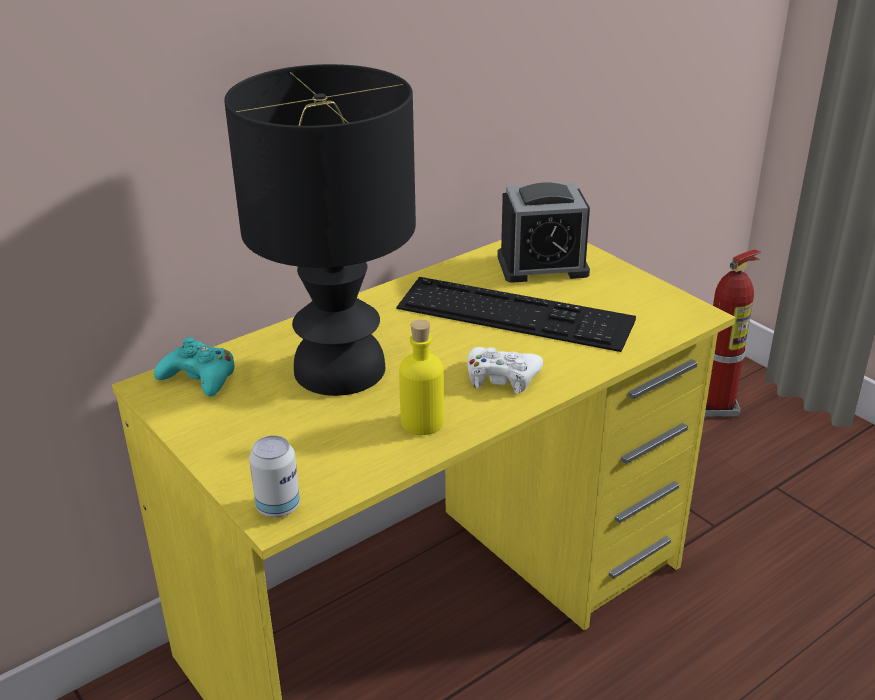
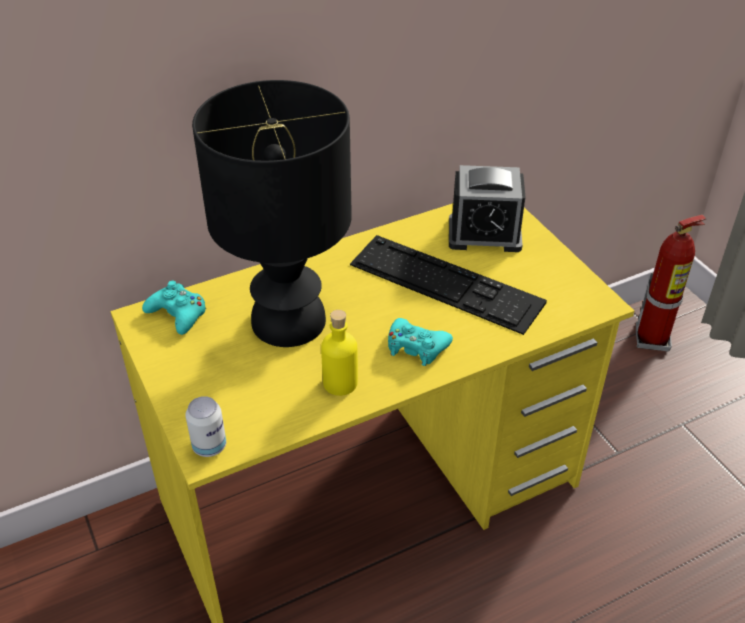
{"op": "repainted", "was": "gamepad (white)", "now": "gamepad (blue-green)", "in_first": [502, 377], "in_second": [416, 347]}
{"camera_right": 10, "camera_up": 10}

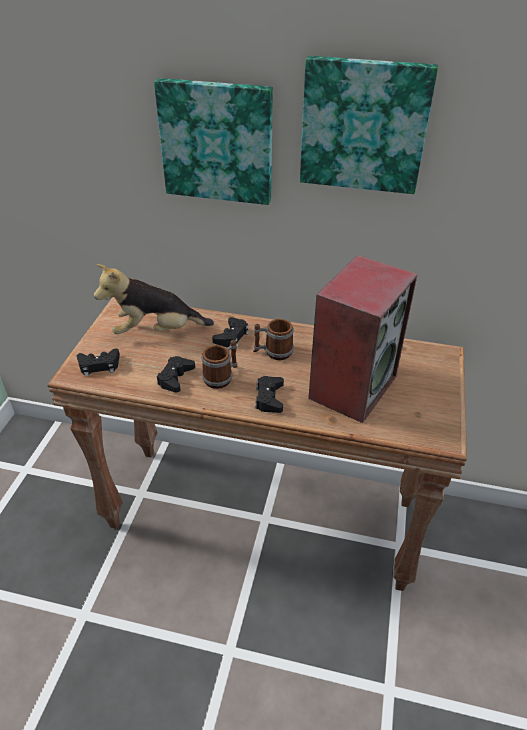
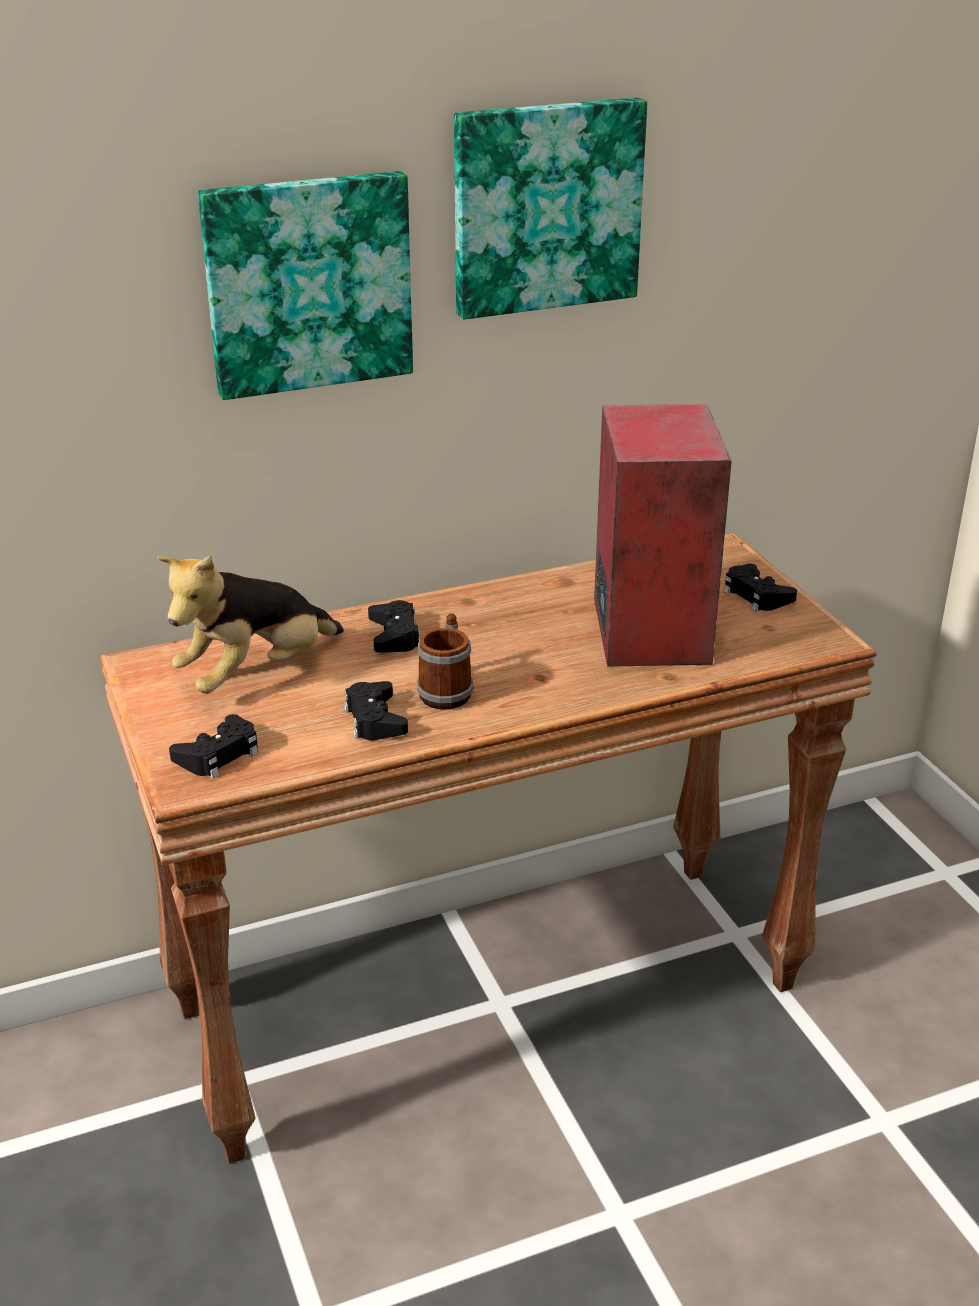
{"op": "gone", "was": "tea mug", "in_first": [273, 352]}
{"op": "shifted", "was": "gamepad (black)", "in_first": [269, 398], "in_second": [756, 595]}
{"camera_right": -35, "camera_up": -10}

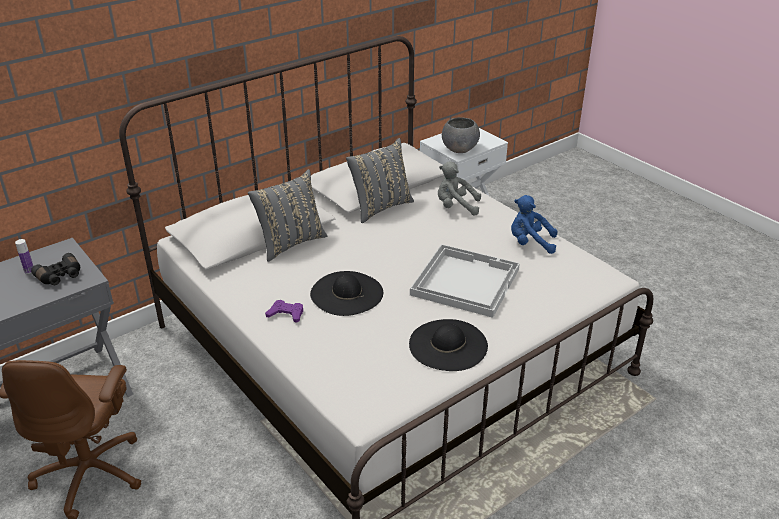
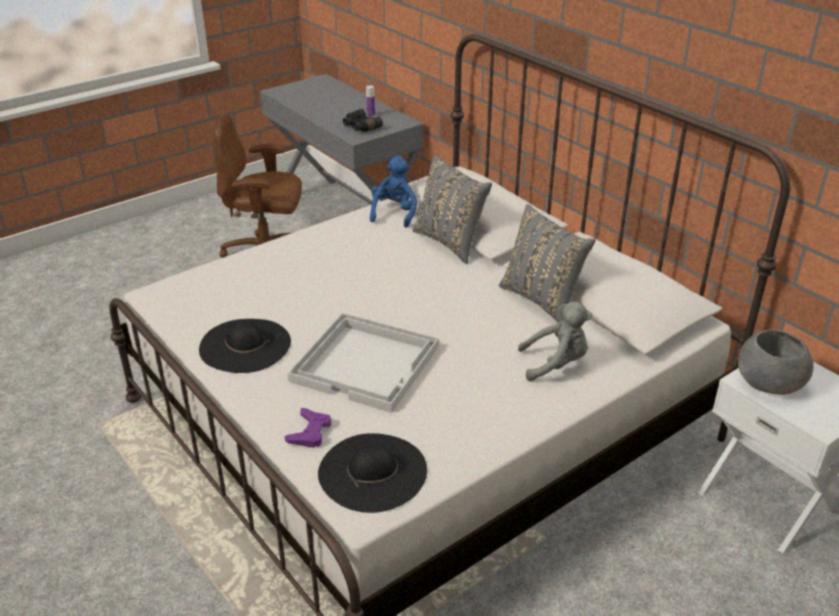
{"op": "shifted", "was": "gamepad (purple)", "in_first": [286, 314], "in_second": [310, 432]}
{"op": "shifted", "was": "hat (black)", "in_first": [346, 293], "in_second": [372, 471]}
{"op": "shifted", "was": "cuddly toy (blue)", "in_first": [530, 243], "in_second": [394, 213]}
{"op": "rotated", "was": "cuddly toy (grey)", "in_first": [455, 207], "in_second": [556, 364], "clockwise": 75}
{"camera_right": 90, "camera_up": 0}

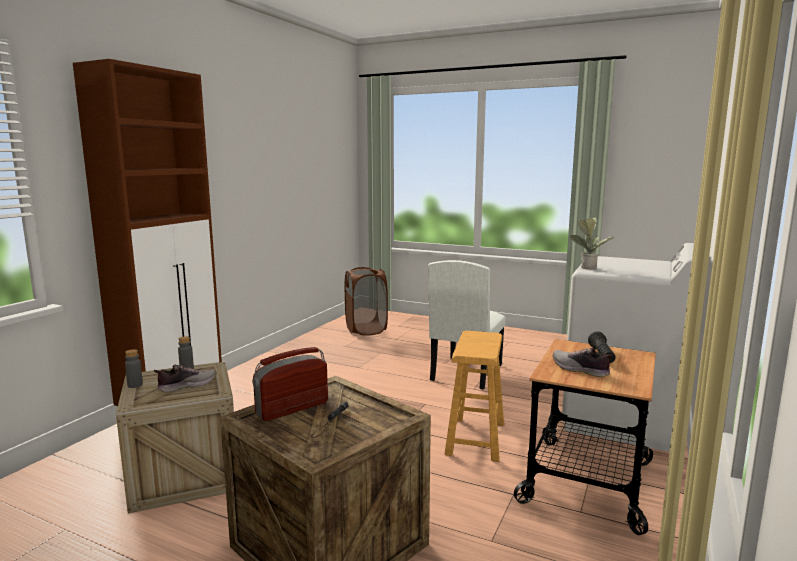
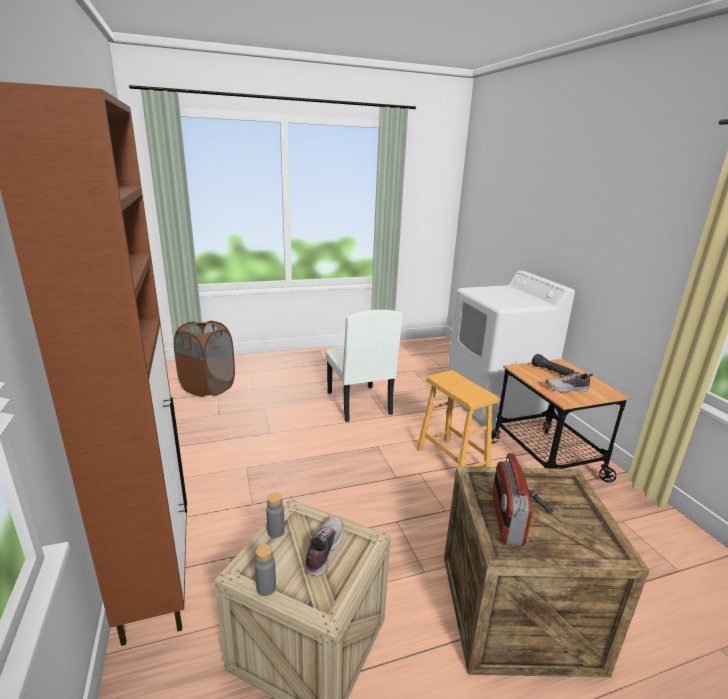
{"op": "gone", "was": "plant in a pot", "in_first": [588, 267]}
{"camera_right": -45, "camera_up": 10}

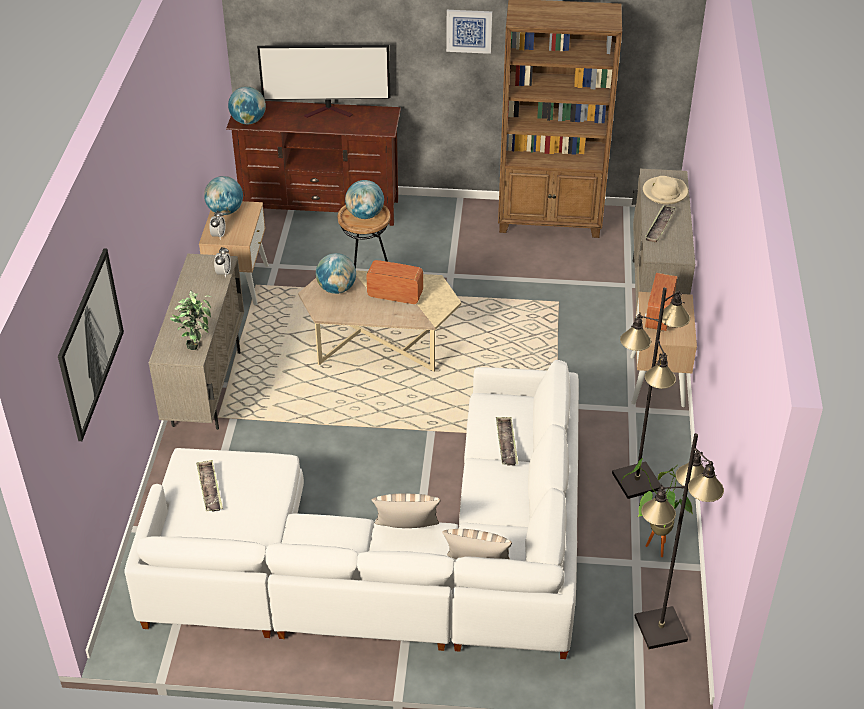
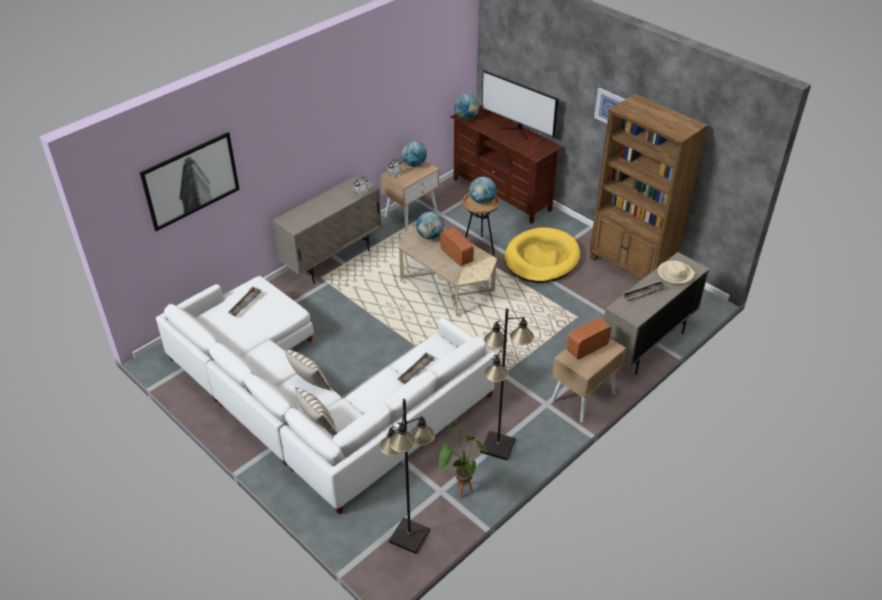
{"op": "gone", "was": "plant in a pot", "in_first": [196, 343]}
{"op": "new", "now": "pet bed (yellow-coloured)", "in_second": [541, 259]}
{"camera_right": 40, "camera_up": 0}

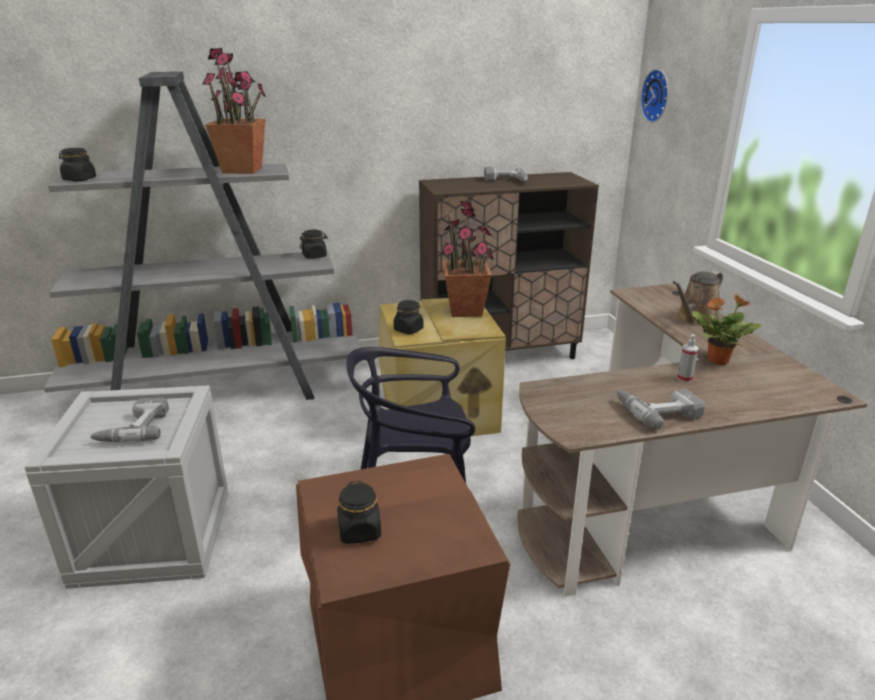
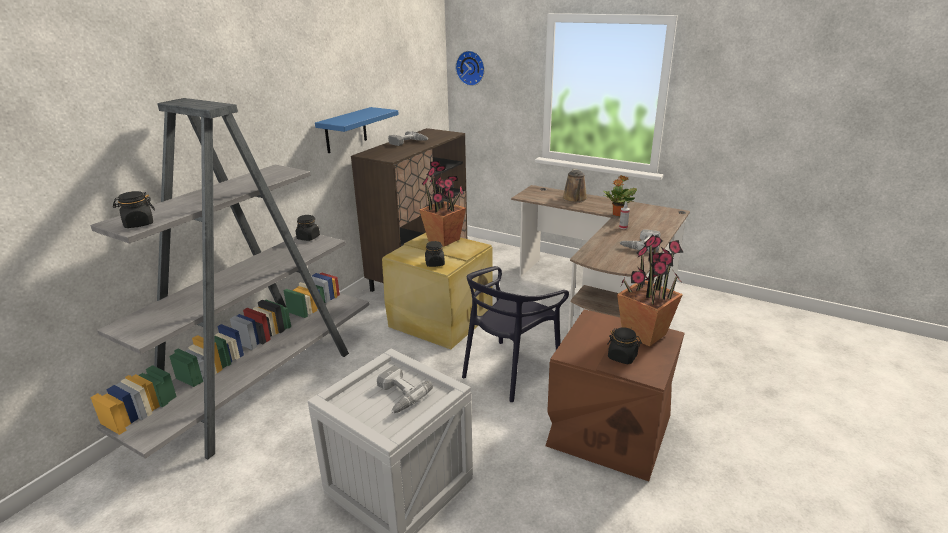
{"op": "new", "now": "bracket shelf (blue)", "in_second": [345, 130]}
{"op": "shifted", "was": "plant in a pot", "in_first": [243, 170], "in_second": [644, 334]}
{"camera_right": -45, "camera_up": 0}

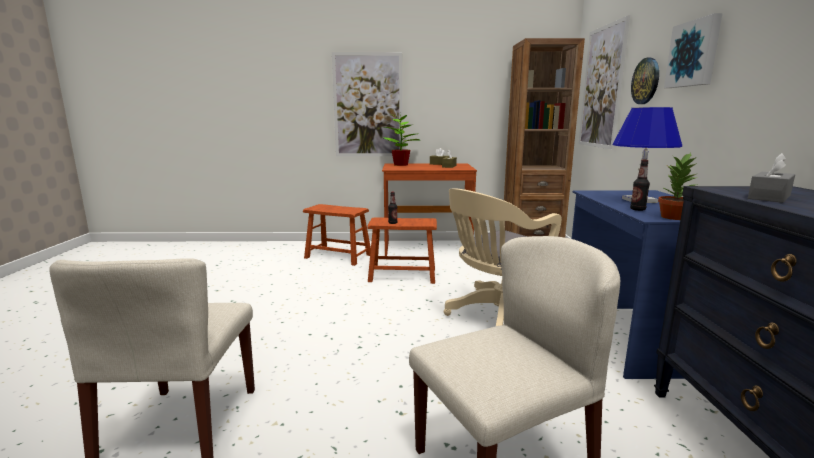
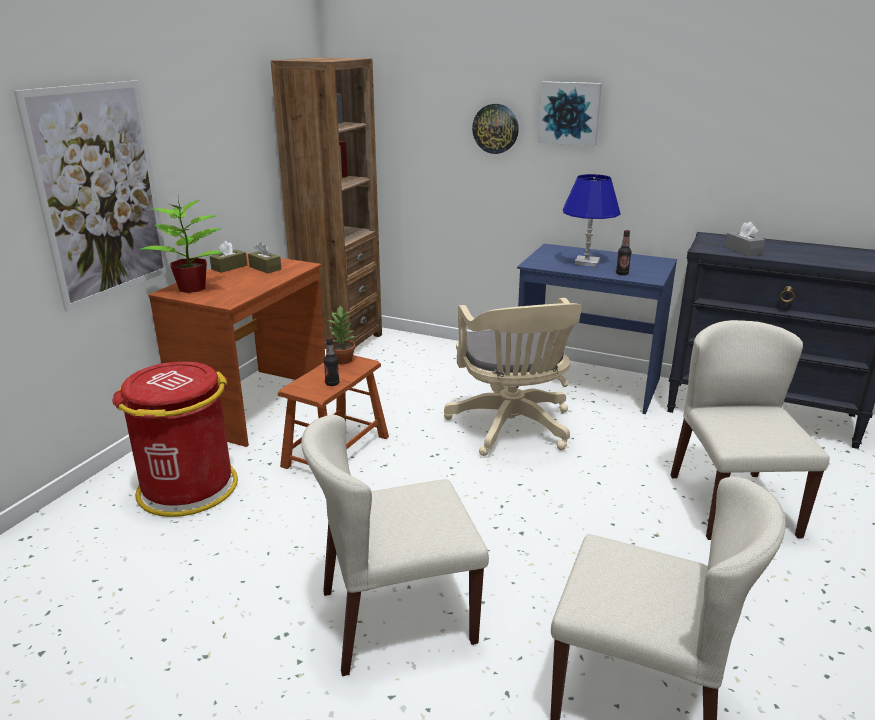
{"op": "gone", "was": "wall art", "in_first": [601, 87]}
{"op": "new", "now": "plain chair (beige)", "in_second": [396, 617]}
{"op": "shifted", "was": "plant in a pot", "in_first": [674, 217], "in_second": [343, 360]}
{"op": "swapped", "was": "stool seat (brown)", "now": "waste bin (red)", "in_first": [338, 256], "in_second": [187, 488]}
{"camera_right": -65, "camera_up": 10}

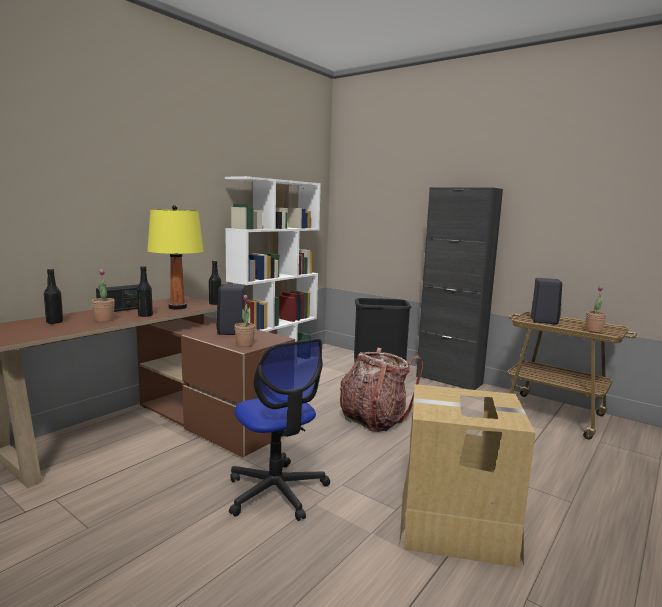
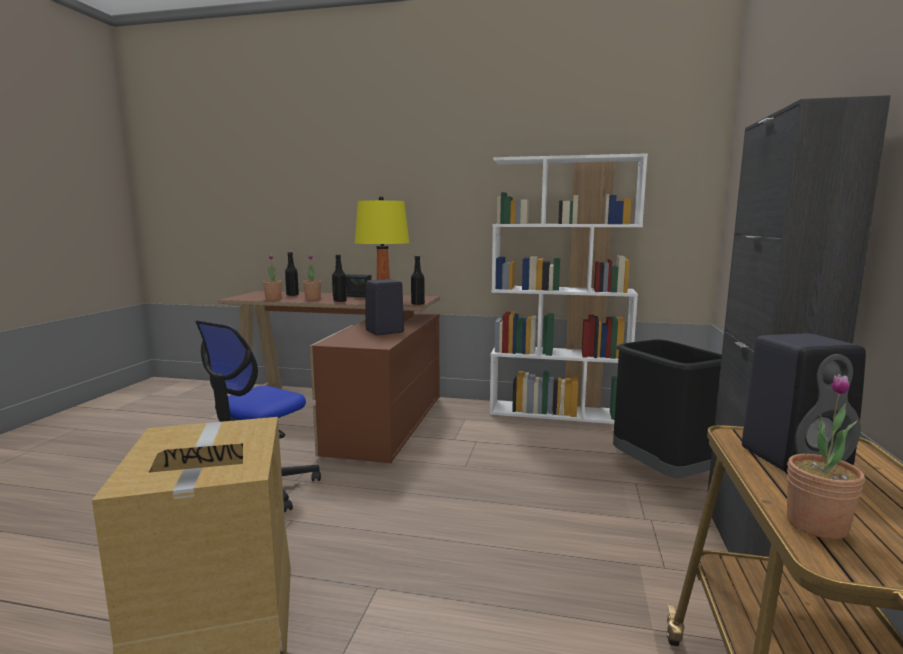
{"op": "gone", "was": "rucksack", "in_first": [374, 419]}
{"op": "shifted", "was": "plant in a pot", "in_first": [244, 344], "in_second": [273, 299]}
{"camera_right": 65, "camera_up": 0}

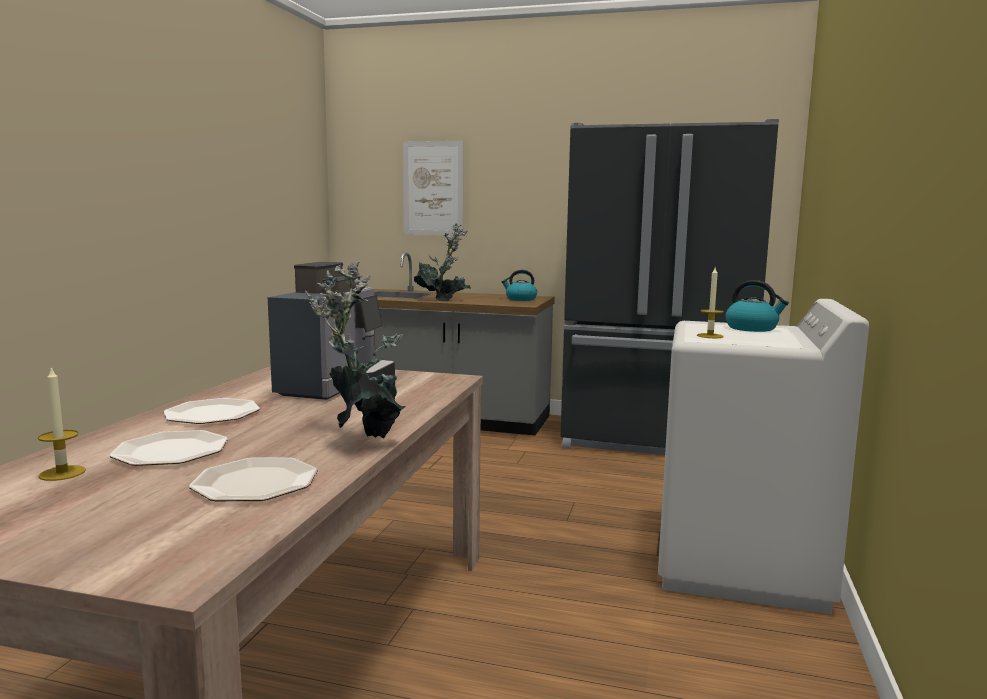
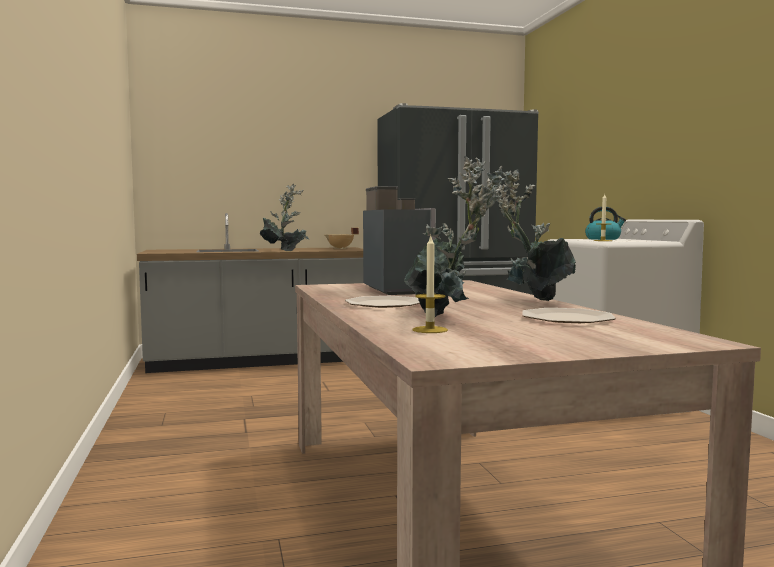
{"op": "gone", "was": "wall art", "in_first": [433, 188]}
{"op": "swapped", "was": "plate", "now": "plant in a pot", "in_first": [170, 451], "in_second": [448, 316]}
{"op": "swapped", "was": "tea kettle", "now": "saucepot (beige)", "in_first": [520, 299], "in_second": [340, 248]}
{"camera_right": -30, "camera_up": -5}

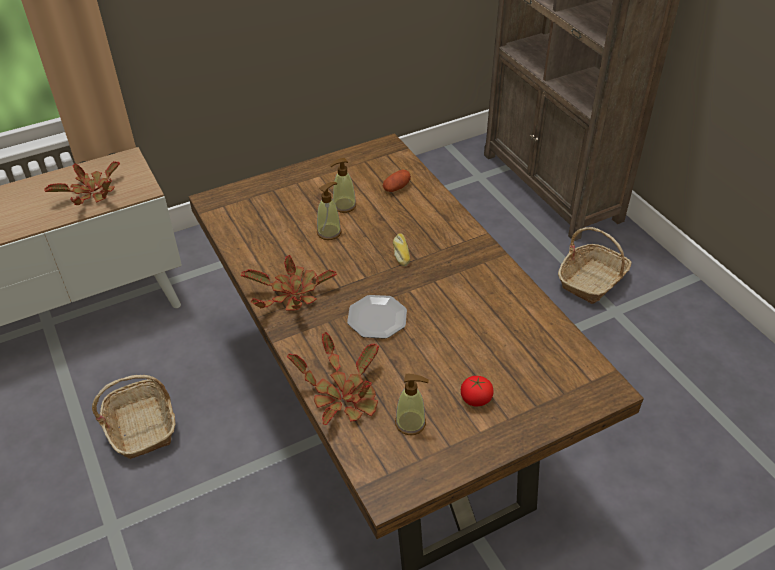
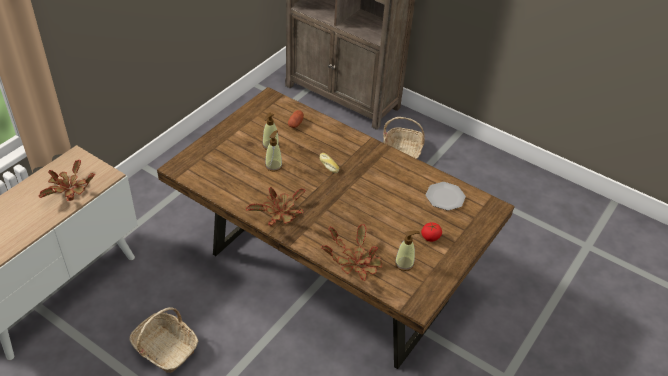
{"op": "shifted", "was": "plate", "in_first": [378, 318], "in_second": [445, 197]}
{"camera_right": -30, "camera_up": 0}

